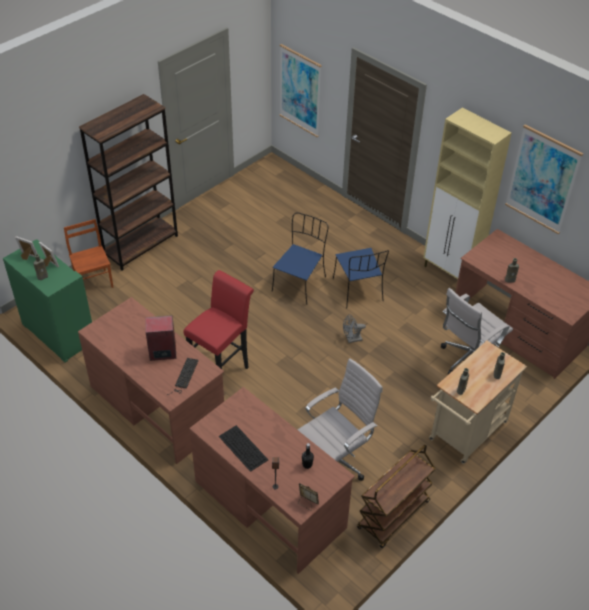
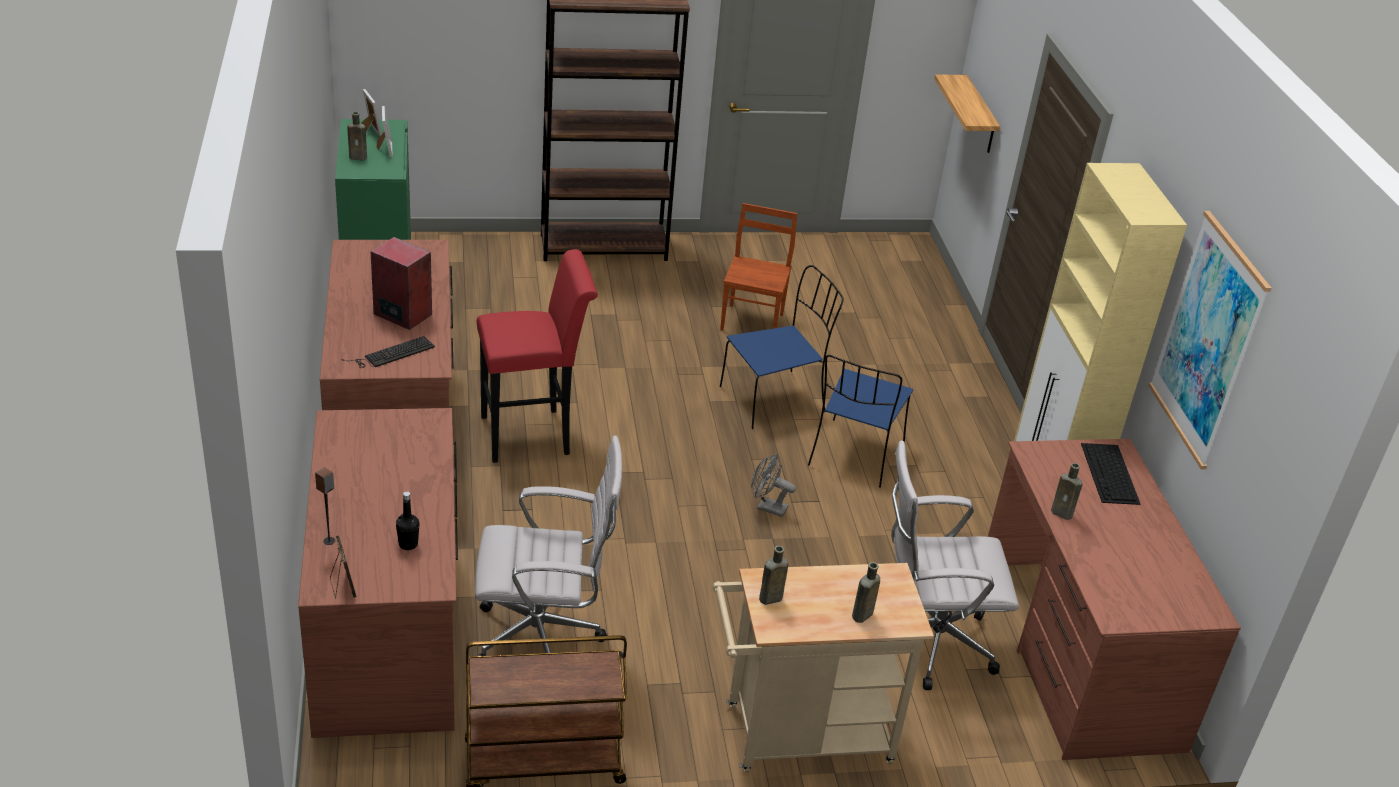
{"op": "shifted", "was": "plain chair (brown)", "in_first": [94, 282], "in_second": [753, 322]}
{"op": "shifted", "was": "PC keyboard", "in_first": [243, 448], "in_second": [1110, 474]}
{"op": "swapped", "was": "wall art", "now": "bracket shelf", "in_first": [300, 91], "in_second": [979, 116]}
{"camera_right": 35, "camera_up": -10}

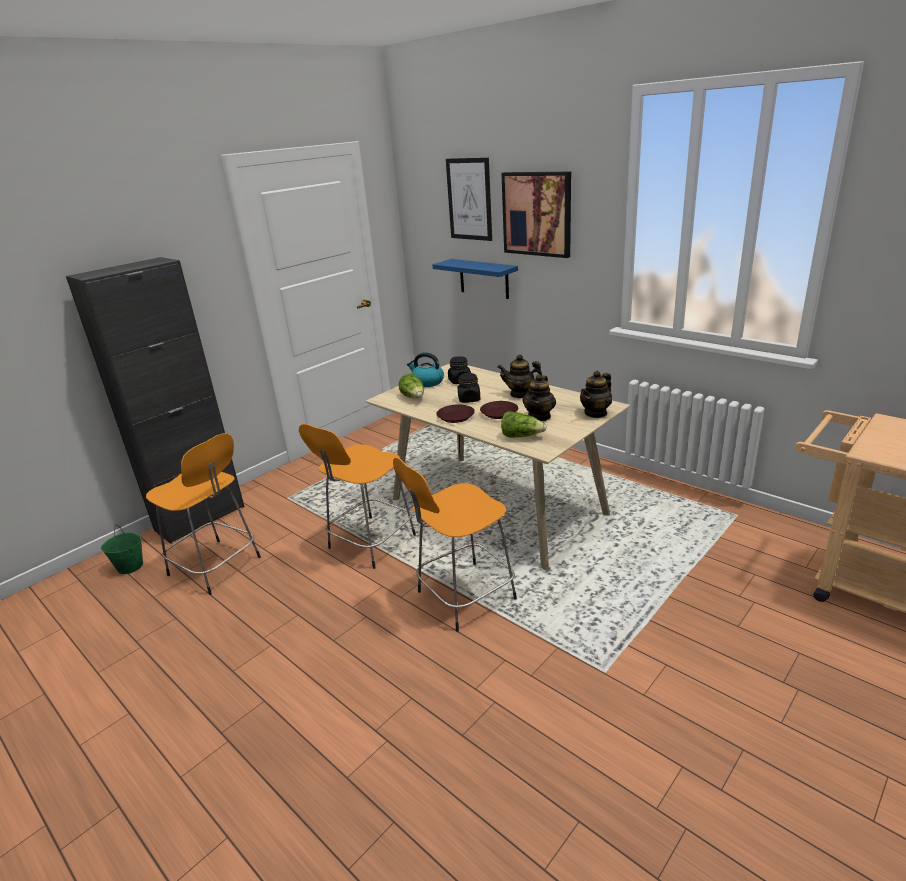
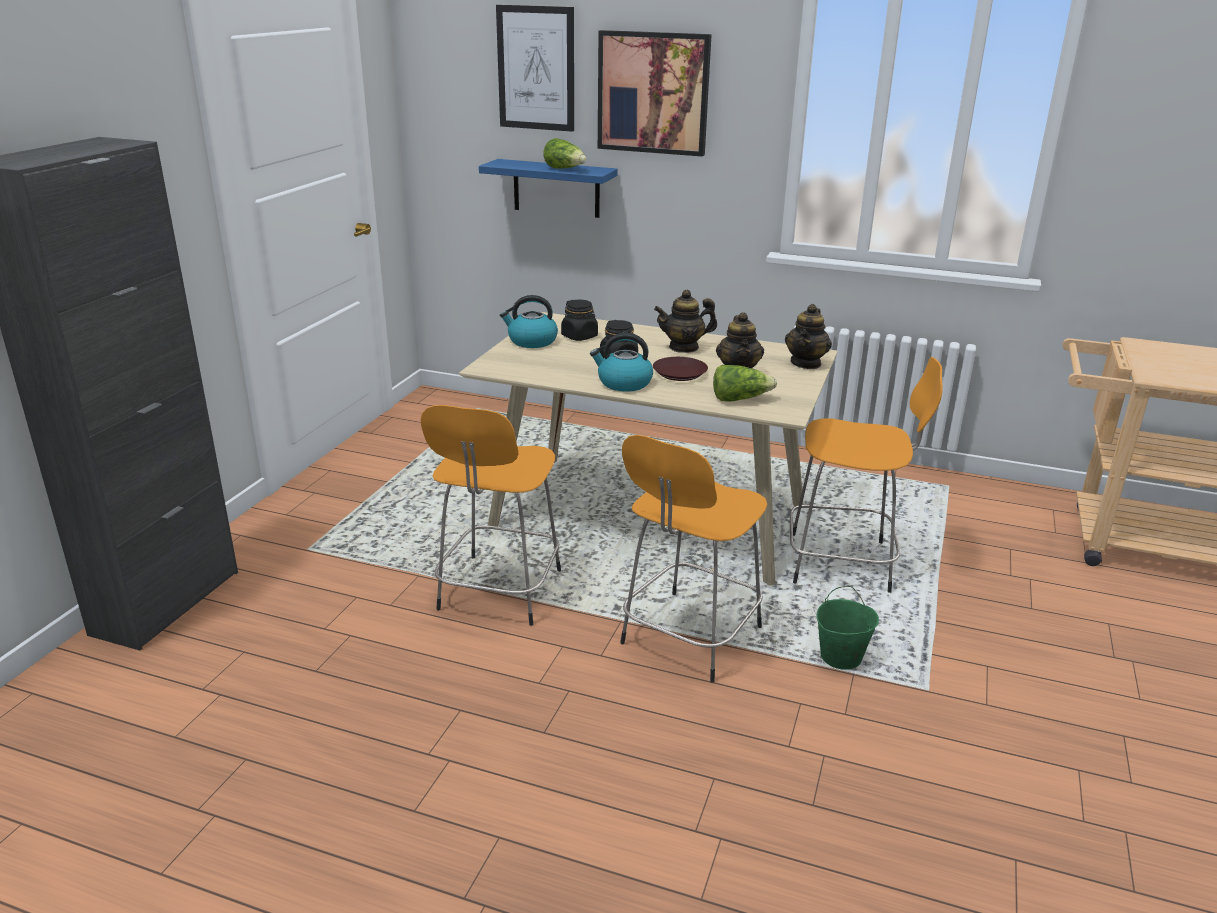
{"op": "shifted", "was": "pail (green)", "in_first": [130, 567], "in_second": [840, 657]}
{"op": "shifted", "was": "stool seat (orange-coloured)", "in_first": [217, 567], "in_second": [844, 563]}
{"op": "shifted", "was": "lettuce head", "in_first": [414, 397], "in_second": [565, 169]}
{"op": "swapped", "was": "plate (brown)", "now": "tea kettle", "in_first": [456, 417], "in_second": [623, 383]}
{"camera_right": -25, "camera_up": 0}

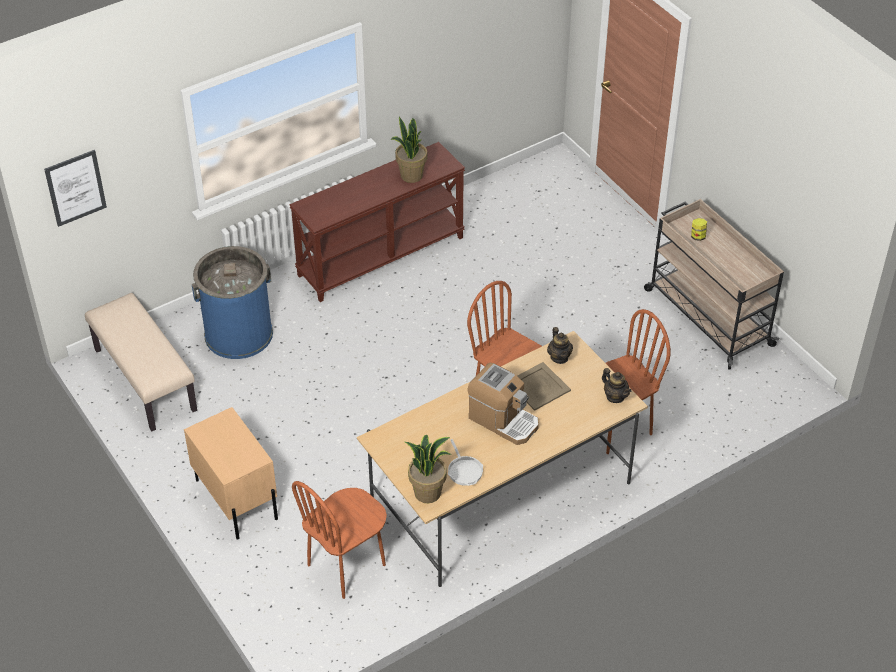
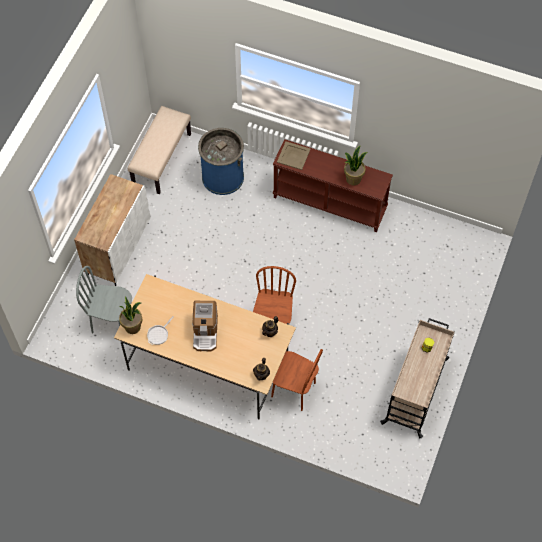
{"op": "gone", "was": "wall art", "in_first": [75, 188]}
{"op": "shifted", "was": "serving tray (beige)", "in_first": [538, 386], "in_second": [294, 155]}
{"op": "swapped", "was": "nightstand (beige)", "now": "cabinet (white)", "in_first": [236, 499], "in_second": [118, 248]}
{"op": "repainted", "was": "plain chair (brown)", "now": "plain chair (grey)", "in_first": [347, 565], "in_second": [112, 321]}
{"camera_right": 55, "camera_up": 15}

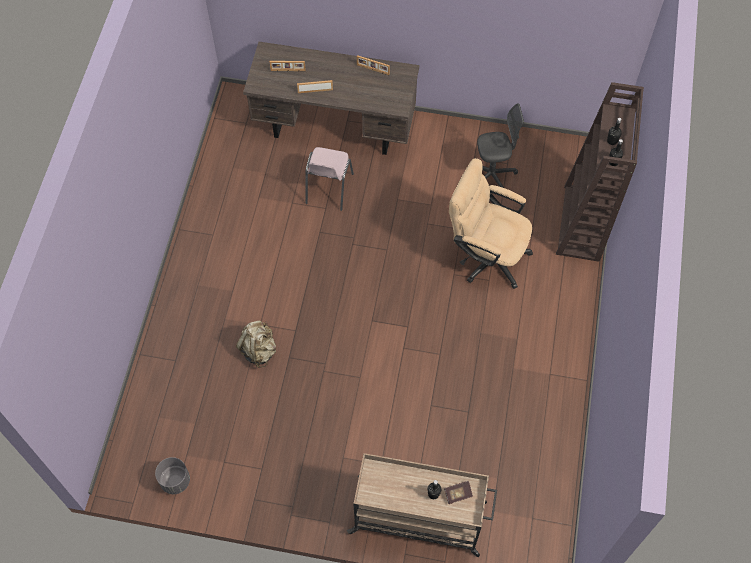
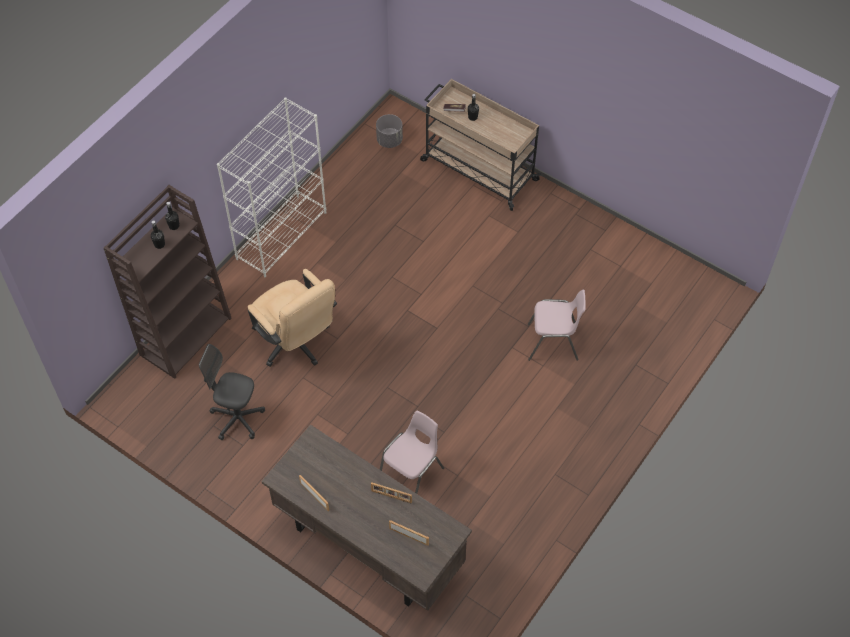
{"op": "new", "now": "bookcase (white)", "in_second": [281, 235]}
{"op": "shifted", "was": "plant pot (grey)", "in_first": [175, 481], "in_second": [389, 140]}
{"op": "swapped", "was": "rucksack (beige)", "now": "plain chair (pinkish)", "in_first": [259, 350], "in_second": [553, 343]}
{"camera_right": -155, "camera_up": -5}

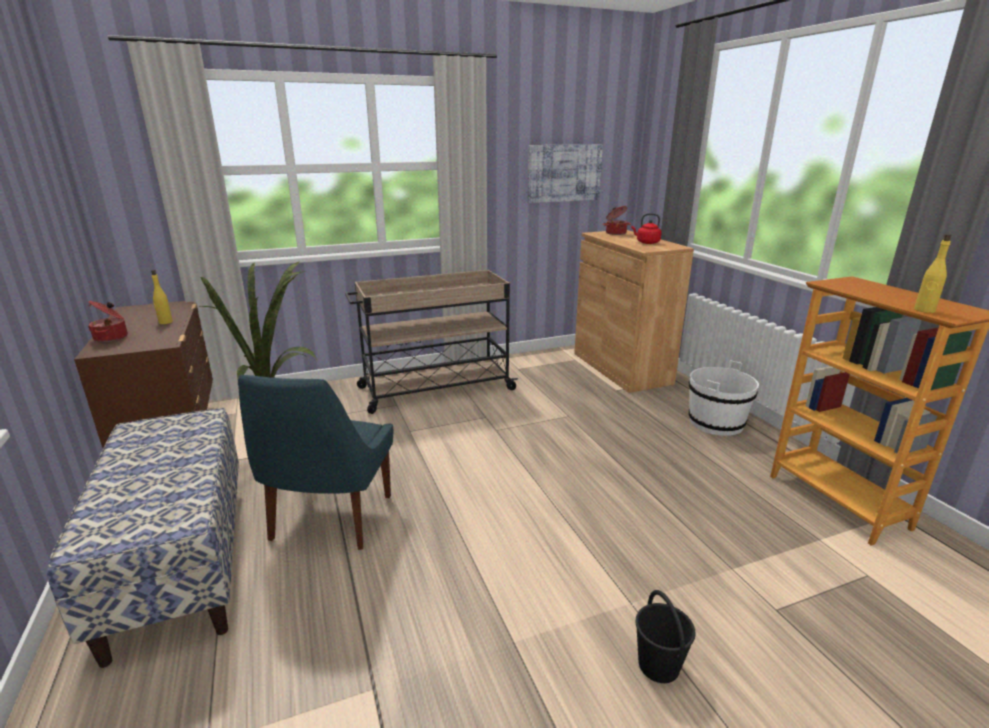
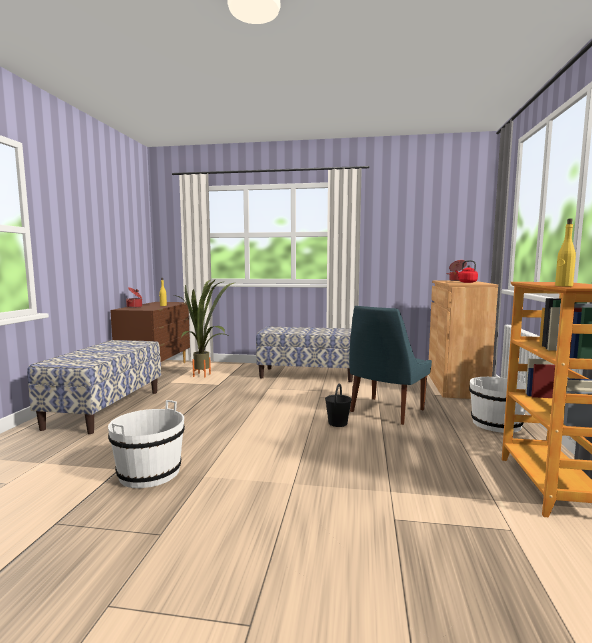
{"op": "gone", "was": "wall art", "in_first": [564, 173]}
{"op": "new", "now": "pail (white)", "in_second": [149, 472]}
{"op": "shifted", "was": "plain chair (blue)", "in_first": [330, 520], "in_second": [385, 411]}
{"op": "shifted", "was": "pail (black)", "in_first": [659, 666], "in_second": [337, 423]}
{"op": "swapped", "was": "cart (beige)", "now": "bench", "in_first": [434, 389], "in_second": [307, 374]}
{"camera_right": 30, "camera_up": -15}

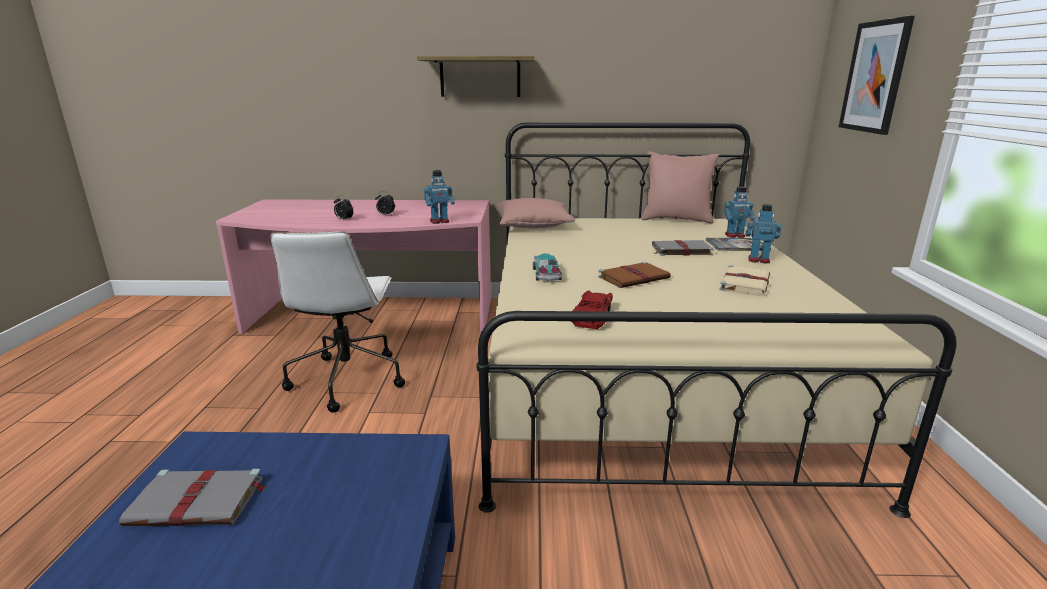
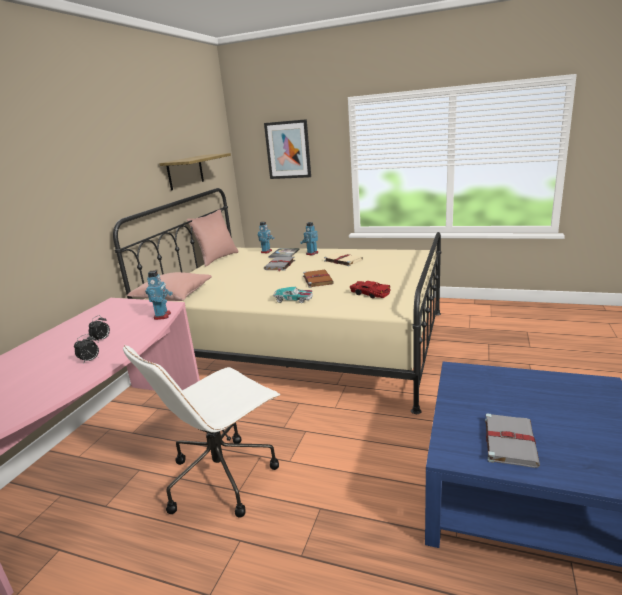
{"op": "shifted", "was": "bracket shelf", "in_first": [480, 77], "in_second": [185, 172]}
{"op": "rotated", "was": "office chair (white)", "in_first": [347, 379], "in_second": [222, 476], "clockwise": 120}
{"camera_right": -70, "camera_up": 0}

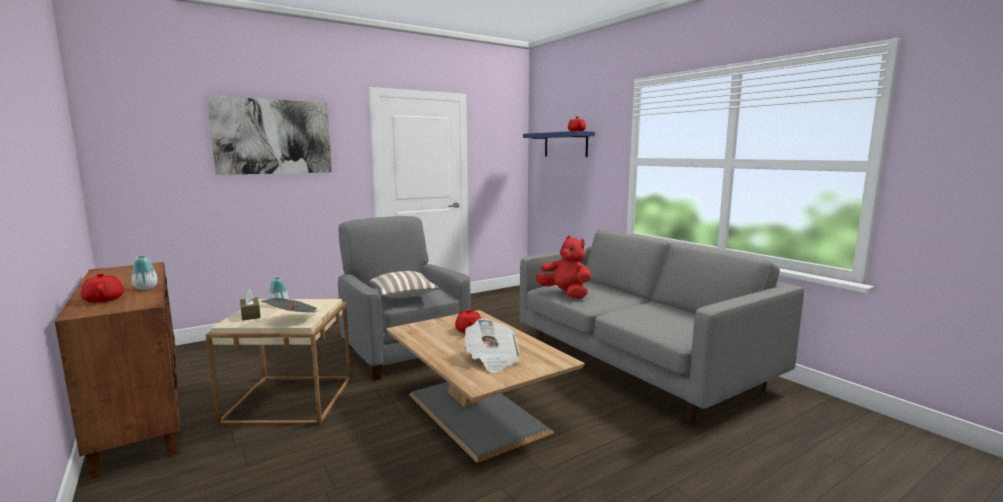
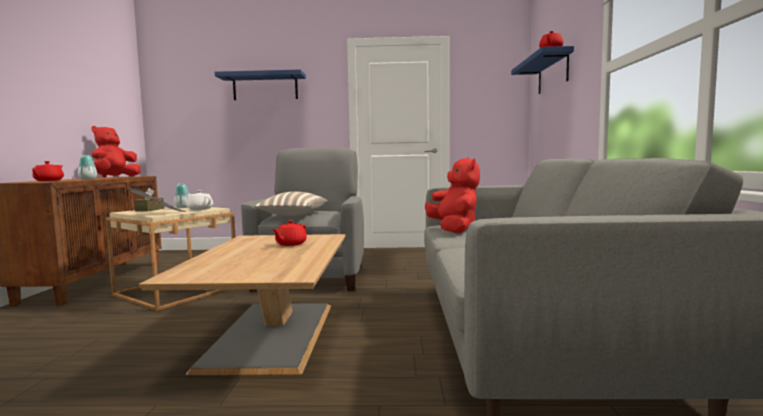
{"op": "gone", "was": "daily paper", "in_first": [492, 360]}
{"op": "new", "now": "cuddly toy (red)", "in_second": [115, 177]}
{"op": "new", "now": "teapot (white)", "in_second": [200, 209]}
{"op": "swapped", "was": "wall art", "now": "bracket shelf (blue)", "in_first": [273, 136], "in_second": [265, 87]}
{"camera_right": 35, "camera_up": -5}

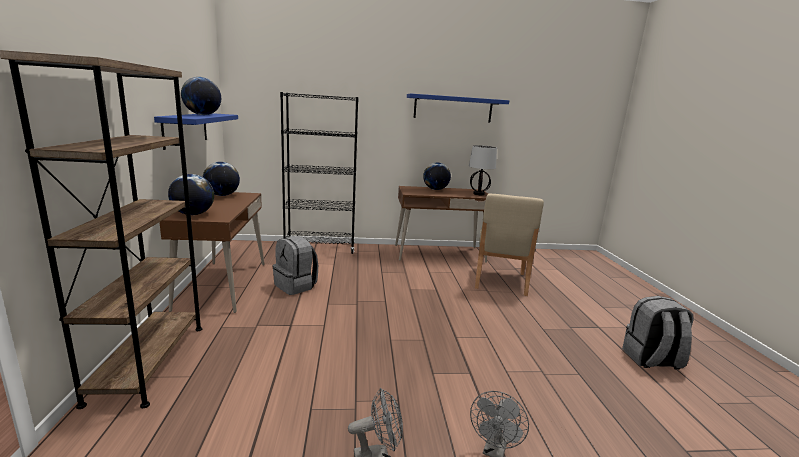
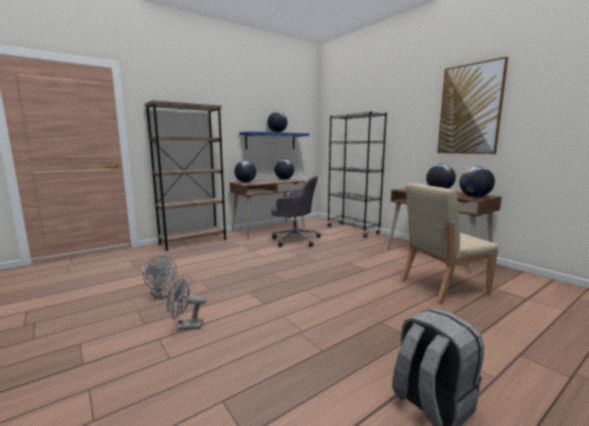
{"op": "swapped", "was": "rucksack (grey)", "now": "office chair (grey)", "in_first": [296, 286], "in_second": [294, 240]}
{"op": "swapped", "was": "bracket shelf (blue)", "now": "wall art", "in_first": [453, 108], "in_second": [470, 109]}
{"op": "swapped", "was": "tabletop lamp", "now": "world globe", "in_first": [479, 194], "in_second": [474, 197]}
{"camera_right": 60, "camera_up": -5}

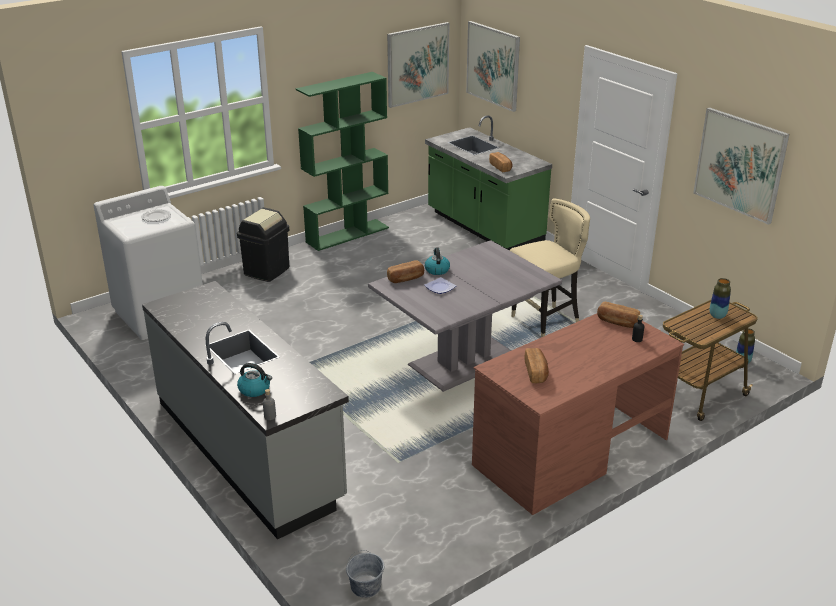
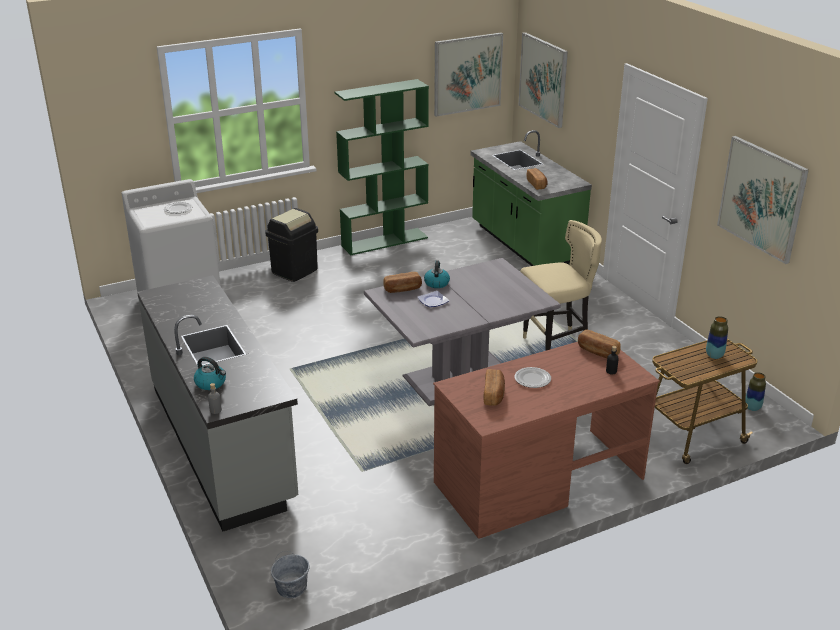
{"op": "new", "now": "plate", "in_second": [533, 379]}
{"camera_right": 10, "camera_up": 0}

